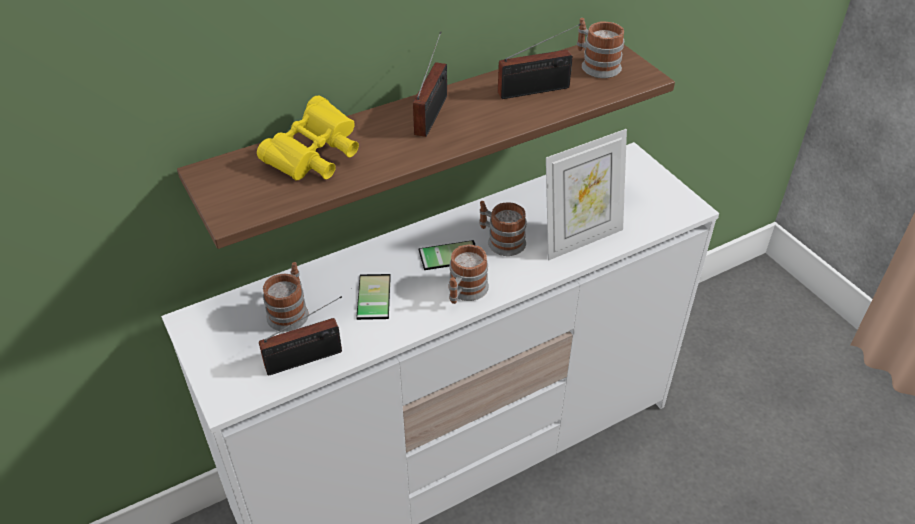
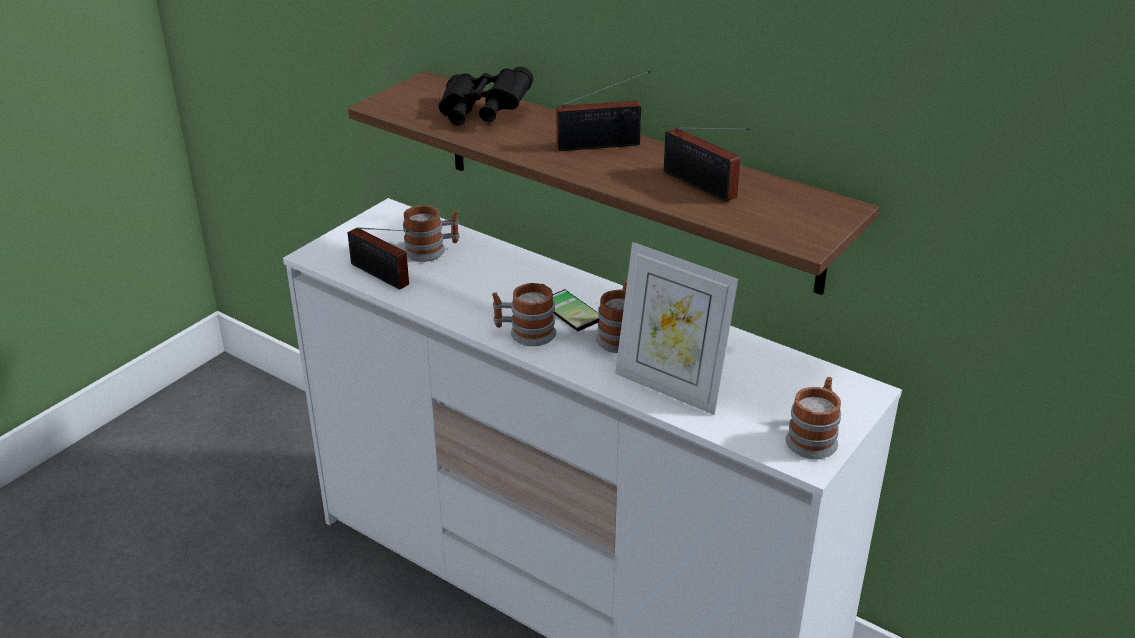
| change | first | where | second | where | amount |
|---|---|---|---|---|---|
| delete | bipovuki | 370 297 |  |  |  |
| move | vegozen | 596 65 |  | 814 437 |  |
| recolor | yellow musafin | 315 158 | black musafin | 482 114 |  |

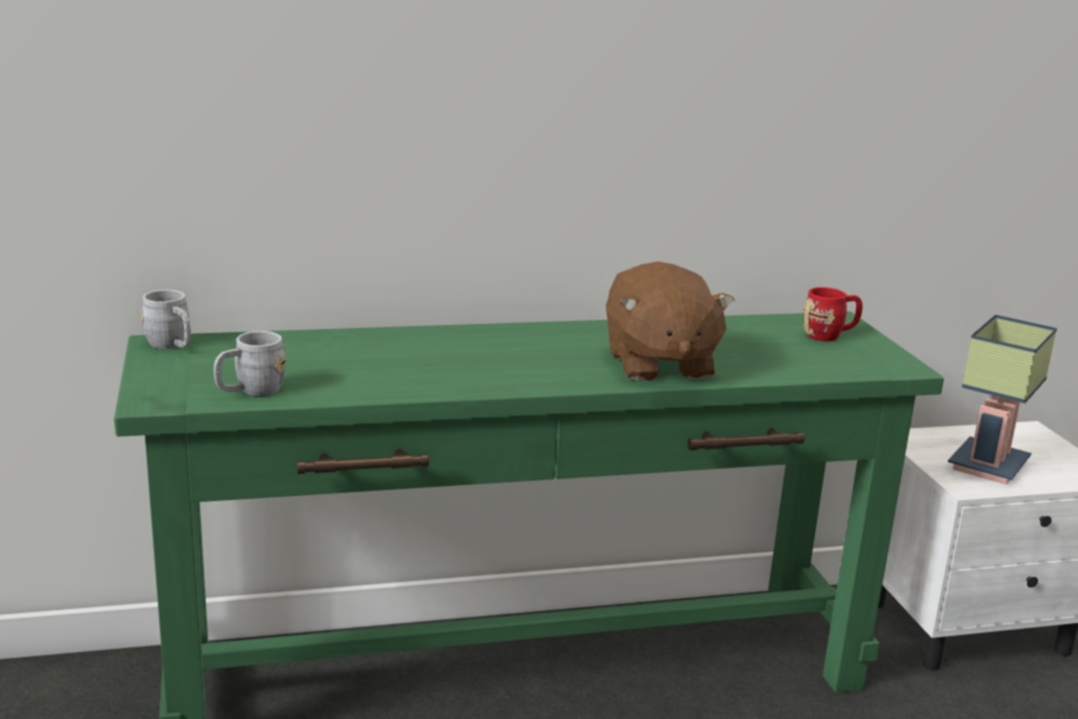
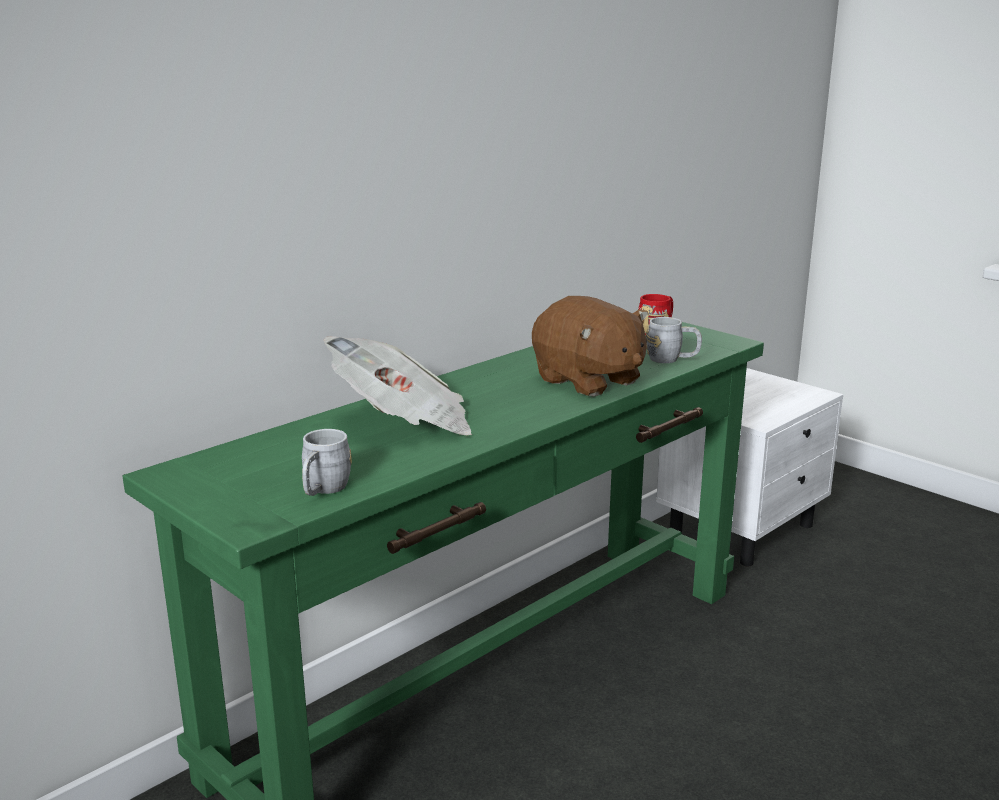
| change | first | where | second | where | amount |
|---|---|---|---|---|---|
| delete | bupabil | 991 468 |  |  |  |
| insert |  |  | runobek | 403 422 |  |
| move | grey vegozen | 172 346 |  | 672 359 |  |

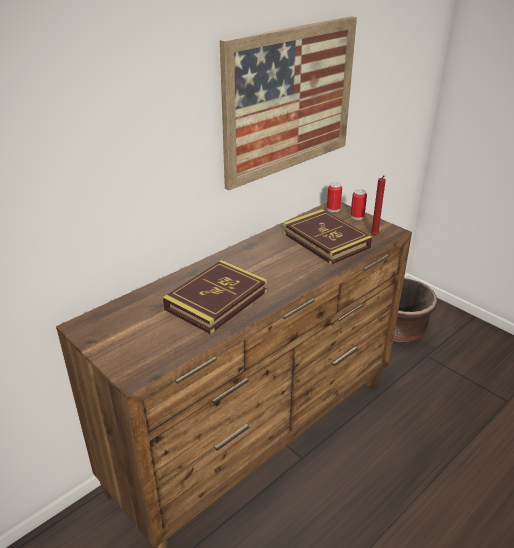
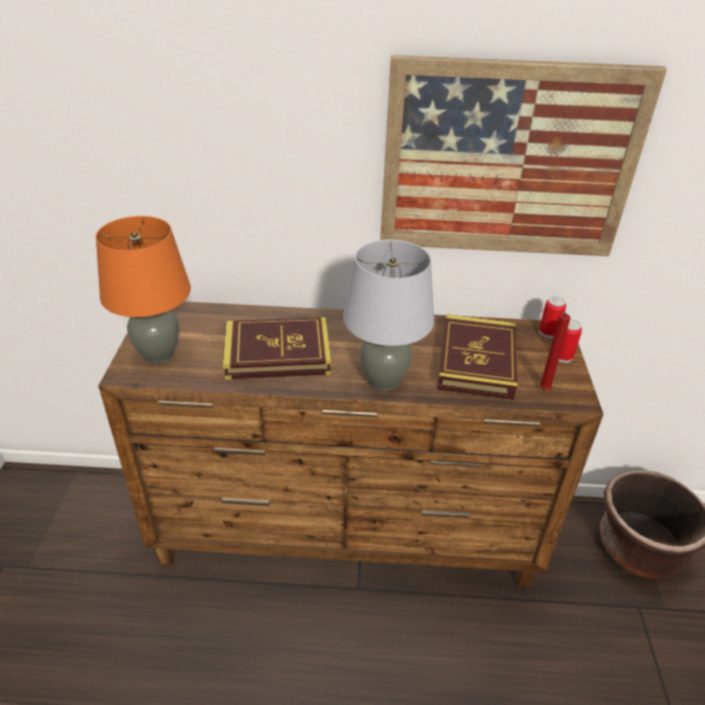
| change | first | where | second | where | amount |
|---|---|---|---|---|---|
| insert |  |  | orange bupabil | 158 354 |  |
| insert |  |  | grey bupabil | 384 380 |  |

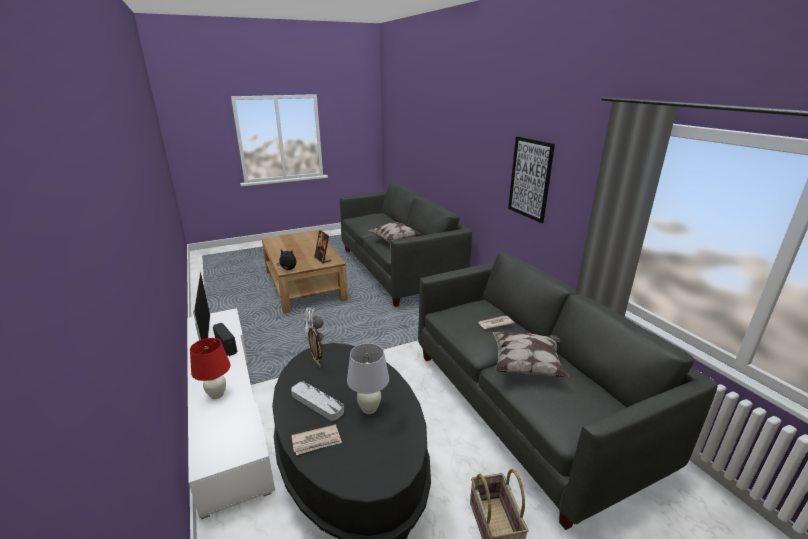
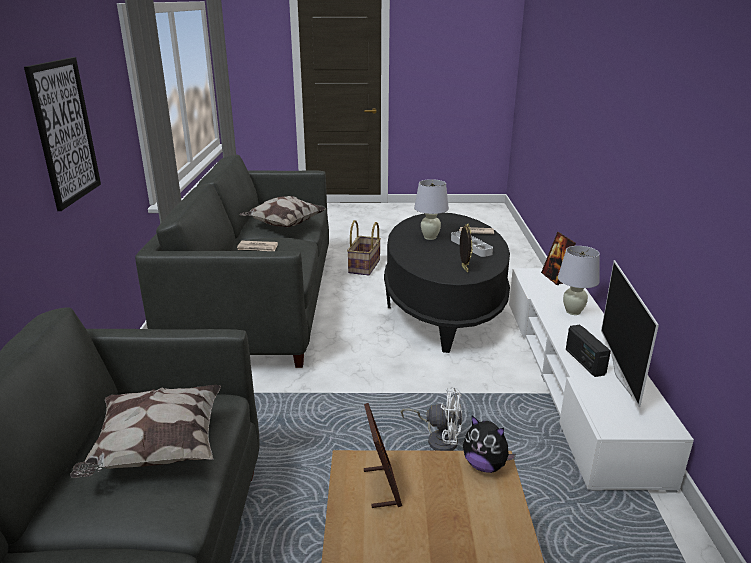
| change | first | where | second | where | amount |
|---|---|---|---|---|---|
| insert |  |  | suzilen | 555 278 |  |
| recolor | red bupabil | 217 394 | white bupabil | 573 312 |  |

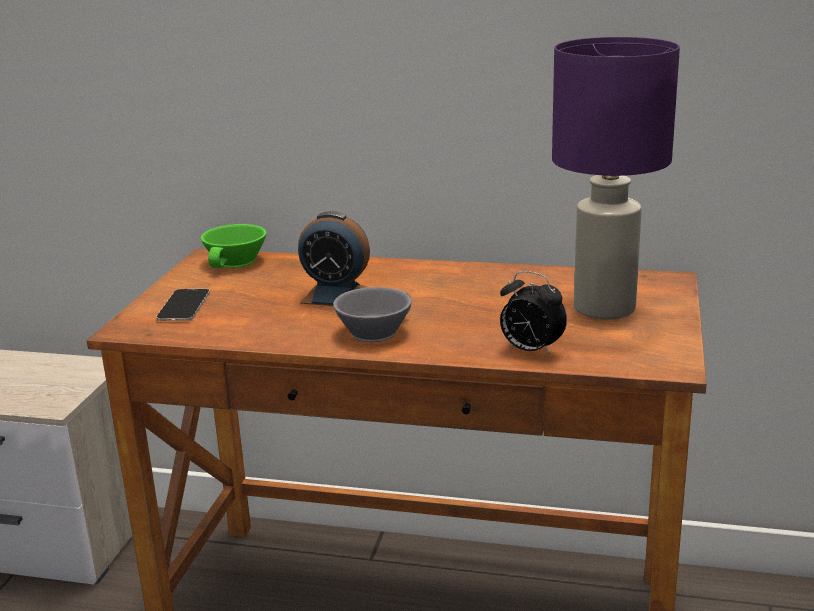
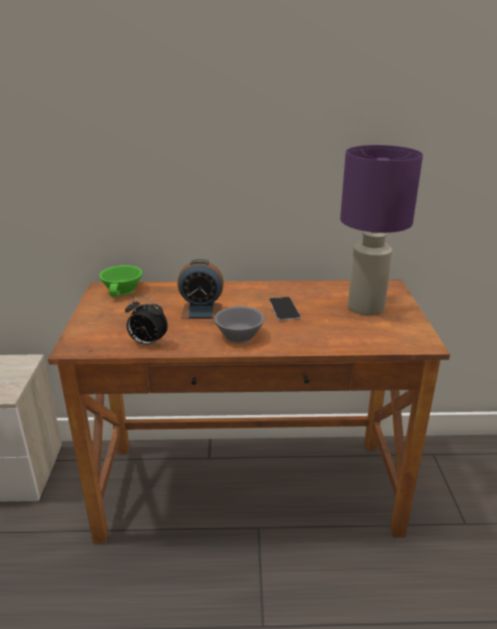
| change | first | where | second | where | amount |
|---|---|---|---|---|---|
| move | bipovuki | 184 306 |  | 284 309 |  |
| move | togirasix | 530 351 |  | 147 343 |  |

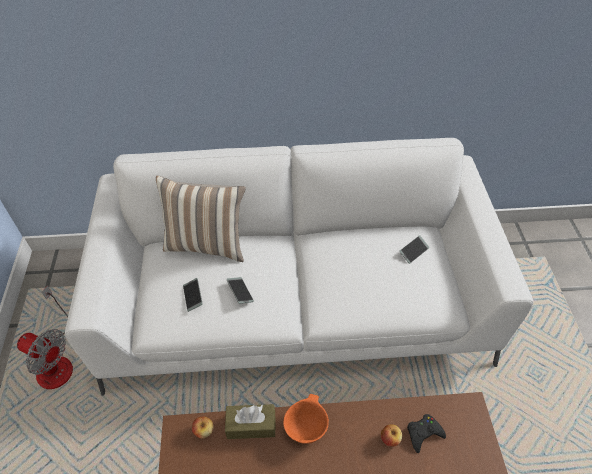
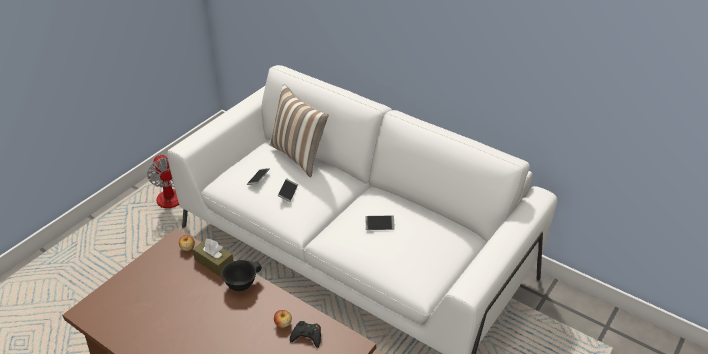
| change | first | where | second | where | amount |
|---|---|---|---|---|---|
| move | bipovuki | 413 251 |  | 379 225 |  |
| recolor | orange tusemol | 305 428 | black tusemol | 241 284 |  |

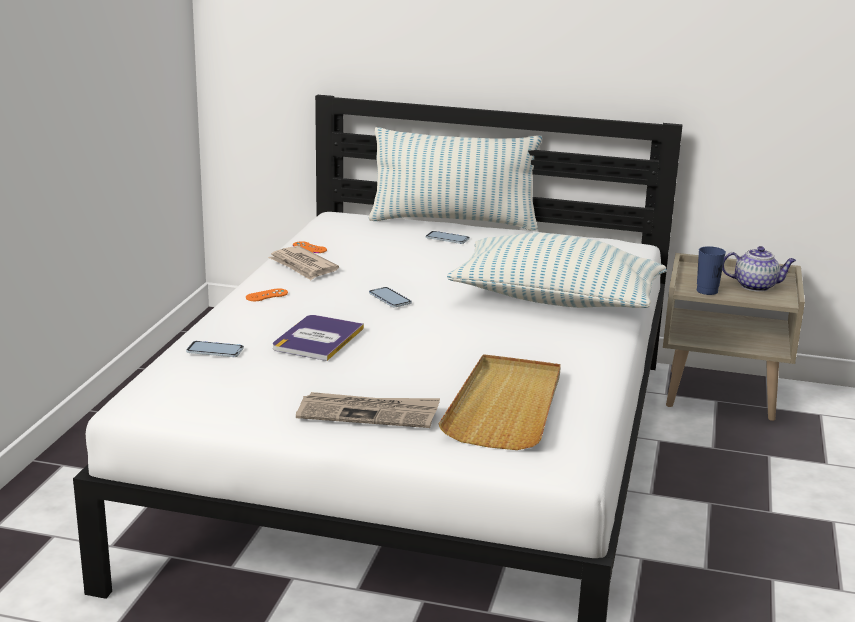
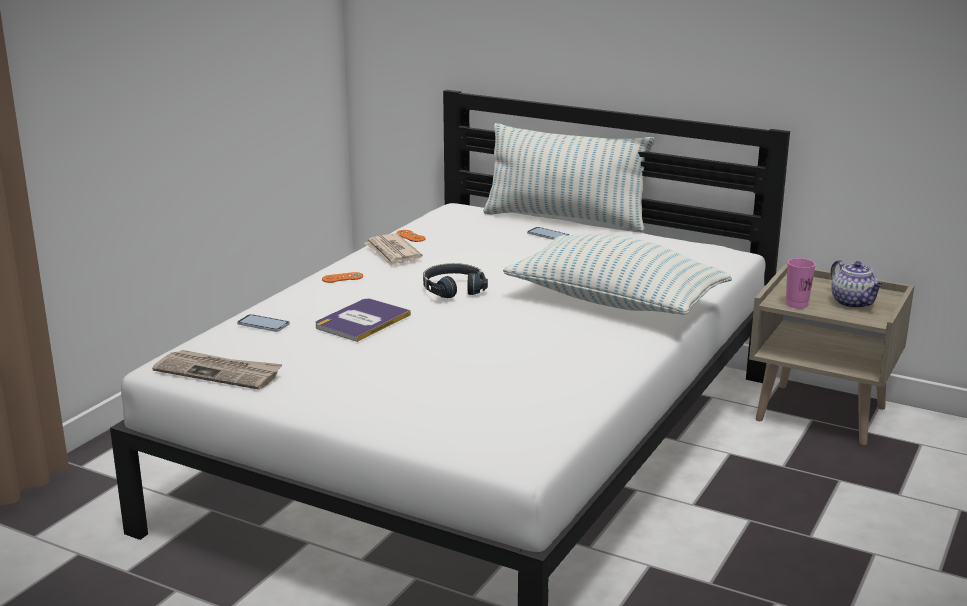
| change | first | where | second | where | amount |
|---|---|---|---|---|---|
| delete | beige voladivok | 505 406 |  |  |  |
| move | runobek | 369 413 |  | 219 372 |  |
| replace | bipovuki | 390 298 | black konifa | 453 288 |  |
| recolor | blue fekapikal | 707 291 | pink fekapikal | 797 304 |  |
| rotate | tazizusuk | 756 286 |  | 854 303 | 45 degrees clockwise |

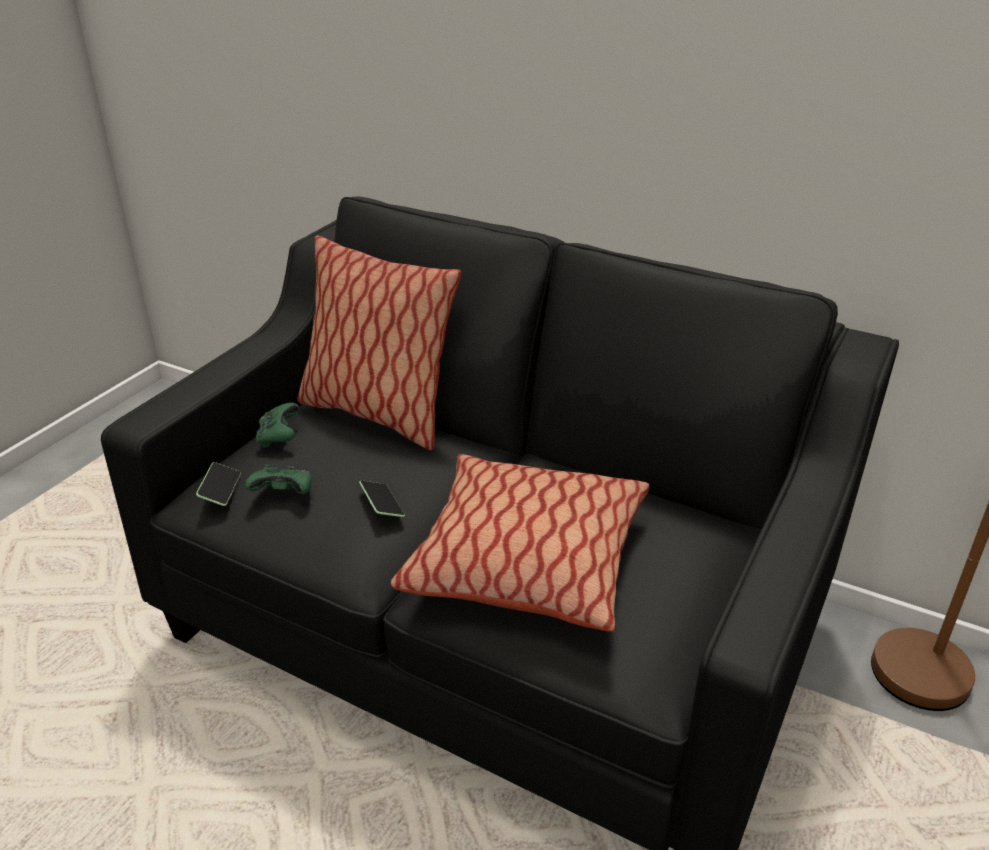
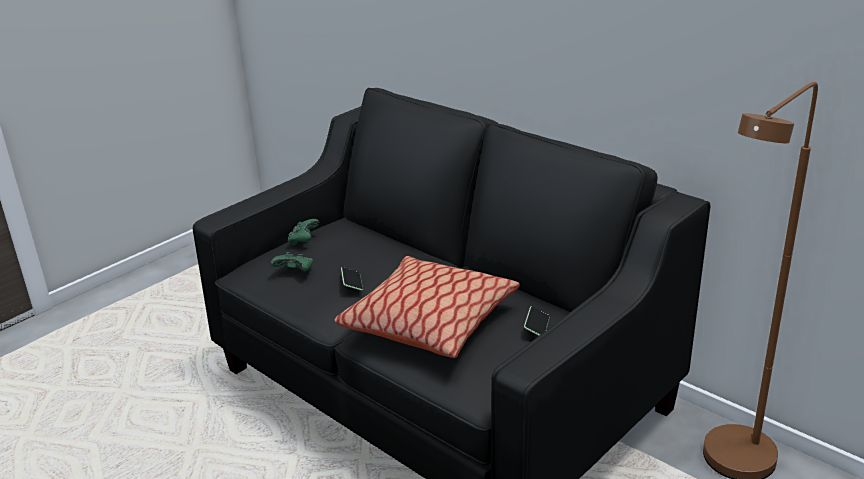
| change | first | where | second | where | amount |
|---|---|---|---|---|---|
| delete | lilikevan | 377 414 |  |  |  |
| move | bipovuki | 220 491 |  | 537 327 |  |

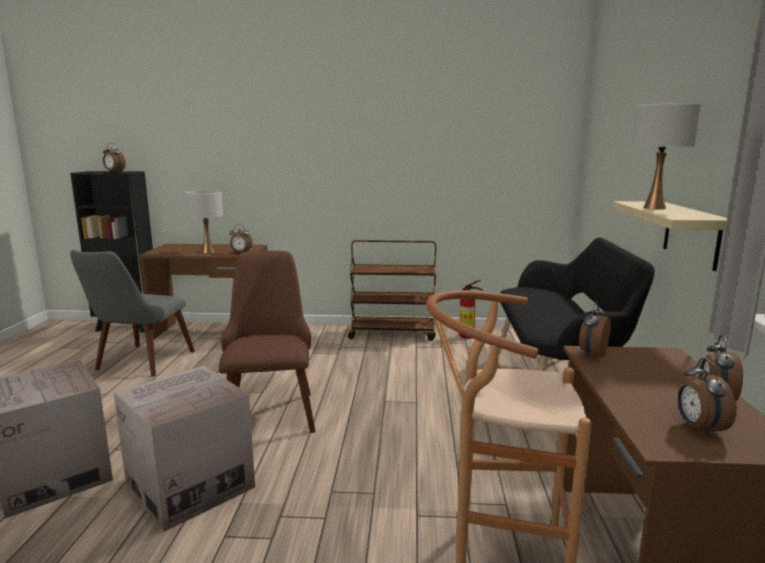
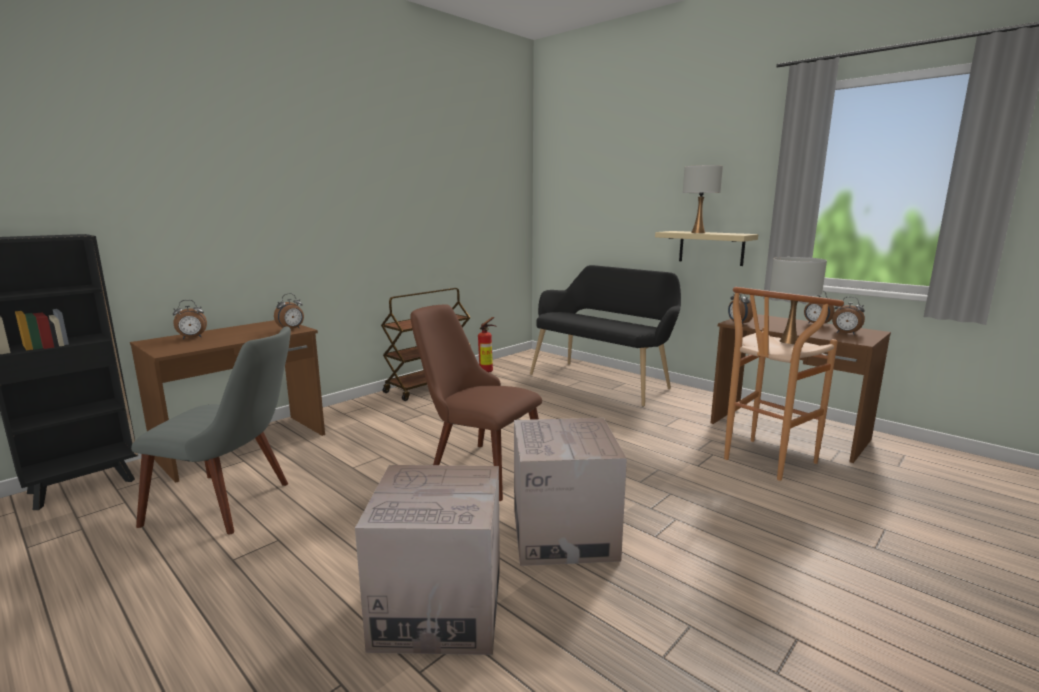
| change | first | where | second | where | amount |
|---|---|---|---|---|---|
| move | togirasix | 114 172 |  | 192 338 |  |
| move | white bupabil | 208 252 |  | 788 341 |  |
| rotate | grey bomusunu | 138 364 |  | 234 504 | 45 degrees counterclockwise |

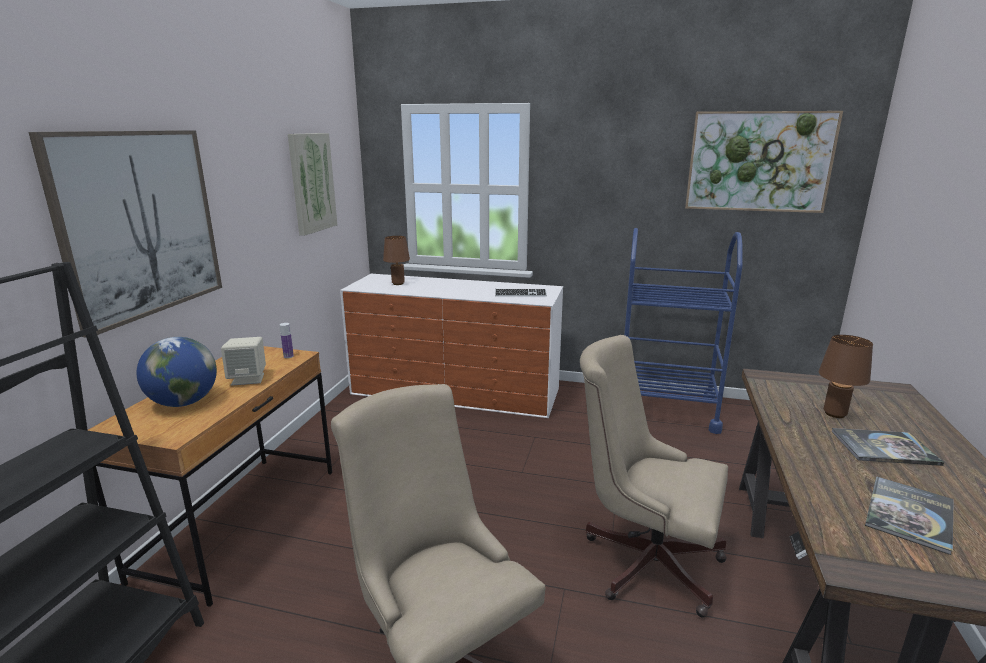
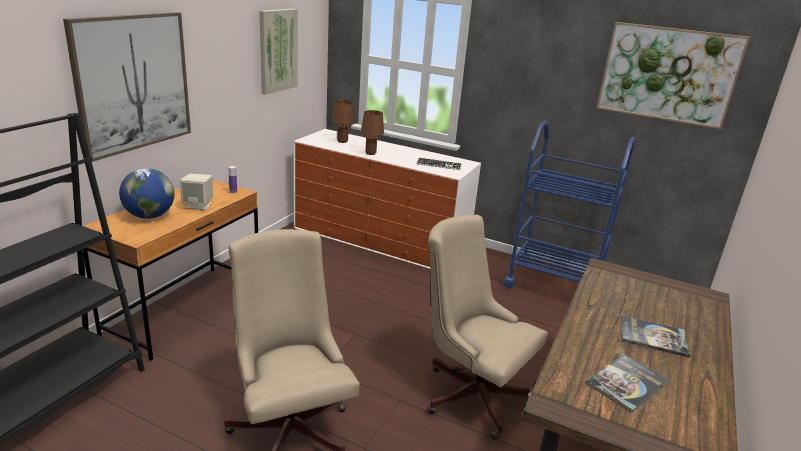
| change | first | where | second | where | amount |
|---|---|---|---|---|---|
| move | brown bupabil | 834 413 |  | 370 153 |  |

